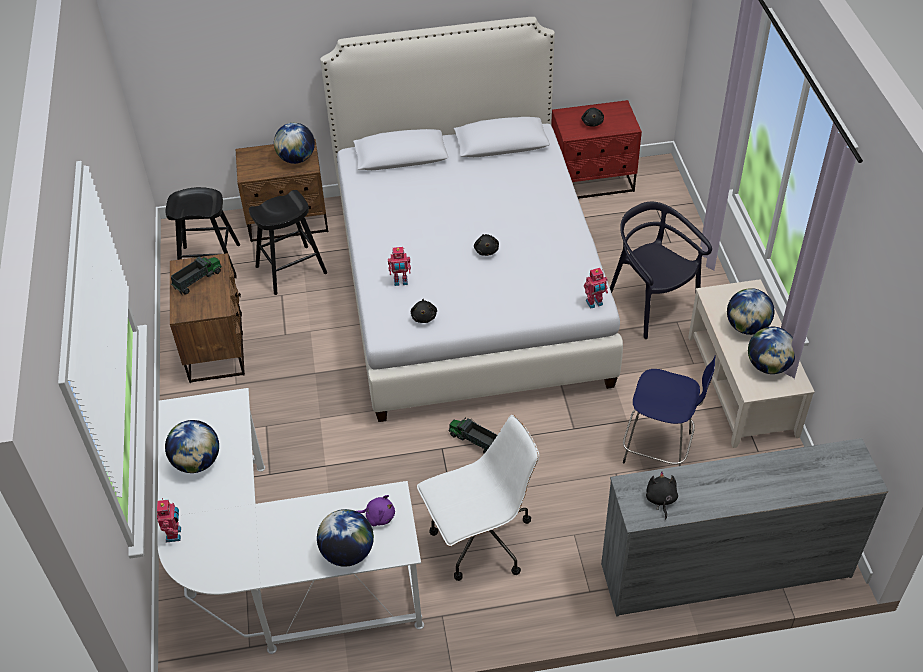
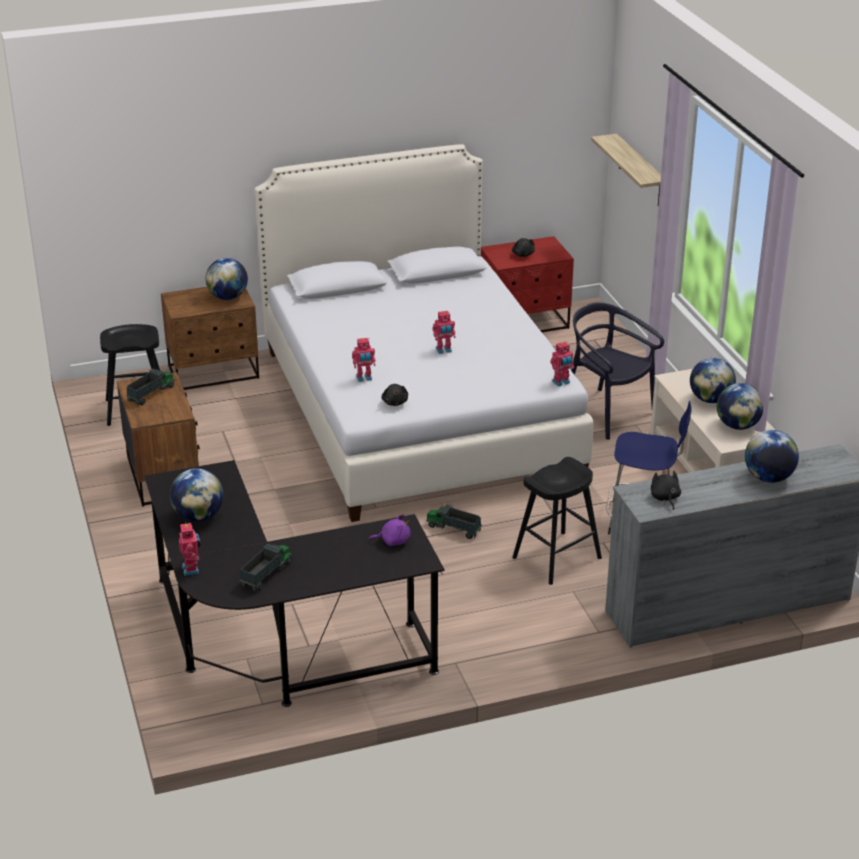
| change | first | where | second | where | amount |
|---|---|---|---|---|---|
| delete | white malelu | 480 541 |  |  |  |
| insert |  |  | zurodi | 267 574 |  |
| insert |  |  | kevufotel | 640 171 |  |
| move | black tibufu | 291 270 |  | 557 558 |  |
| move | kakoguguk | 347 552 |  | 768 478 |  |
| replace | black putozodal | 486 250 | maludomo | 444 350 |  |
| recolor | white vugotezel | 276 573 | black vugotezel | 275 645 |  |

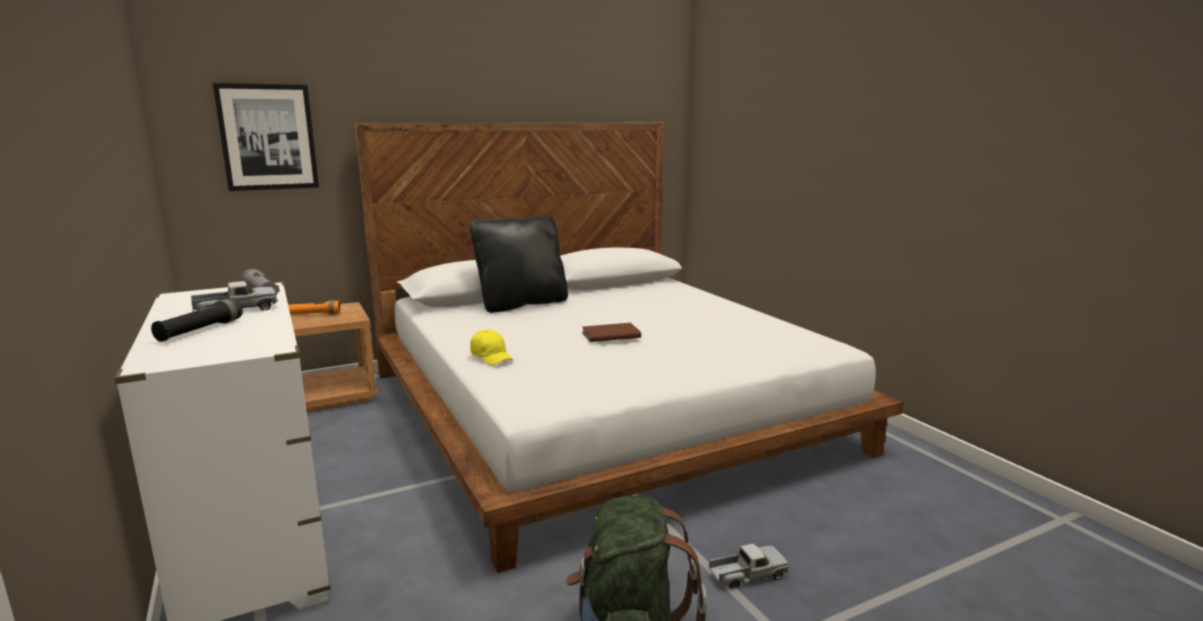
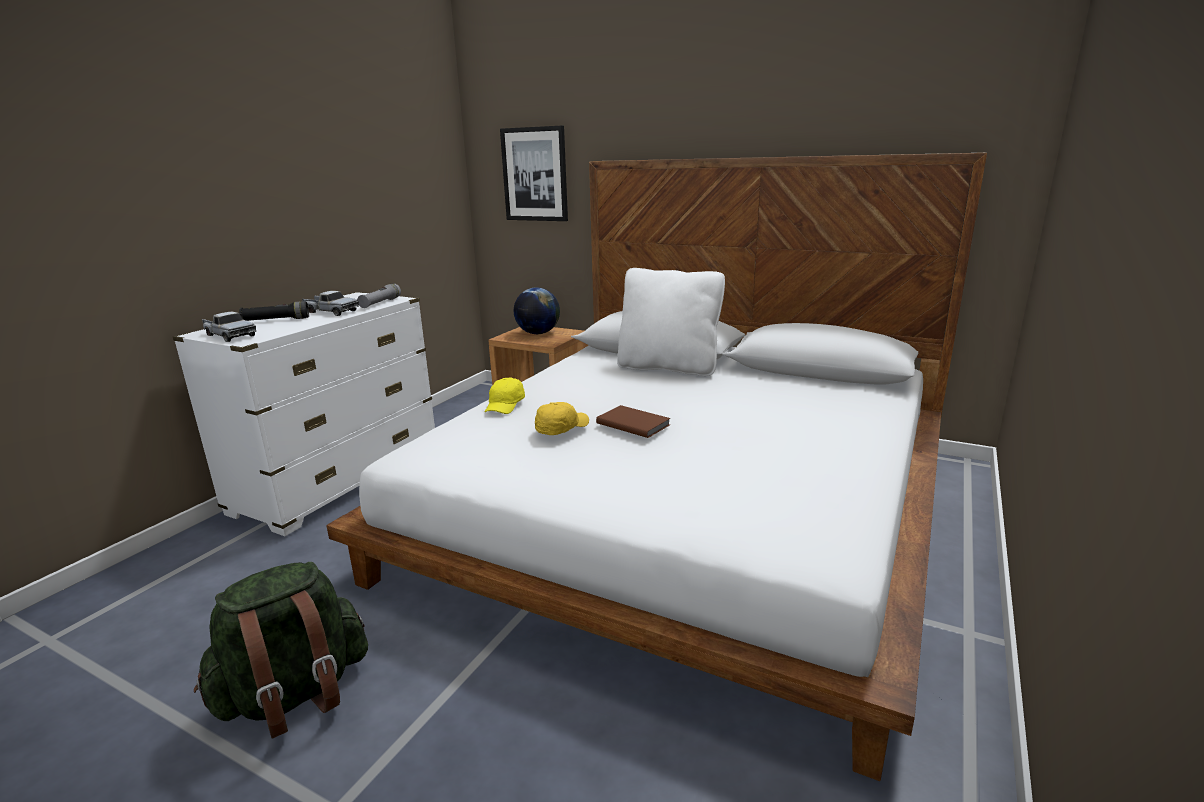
| change | first | where | second | where | amount |
|---|---|---|---|---|---|
| insert |  |  | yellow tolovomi | 561 428 |  |
| move | zurodi | 747 575 |  | 229 335 |  |
| replace | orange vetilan | 314 315 | kakoguguk | 538 333 |  |
| recolor | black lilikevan | 522 304 | white lilikevan | 668 367 |  |

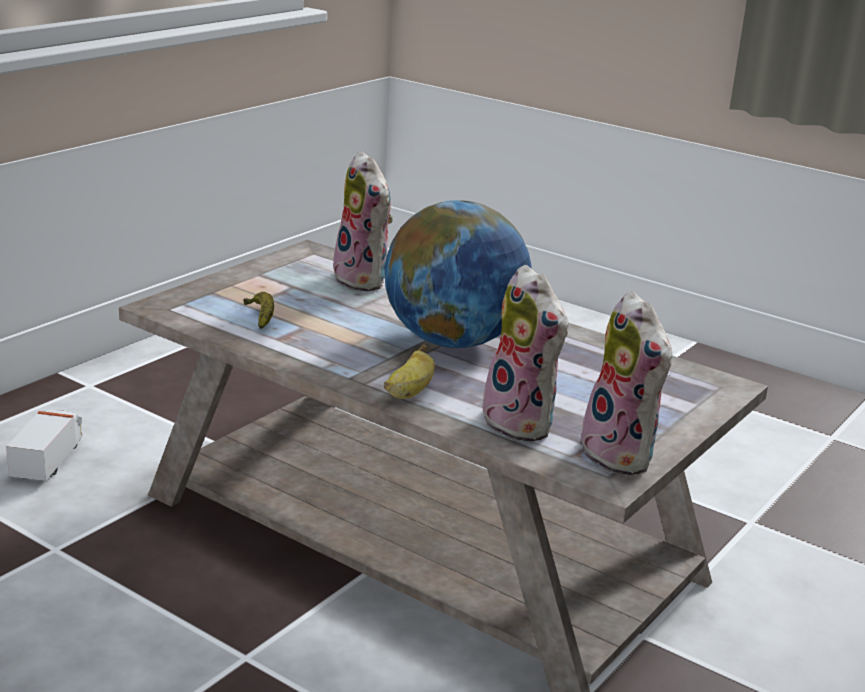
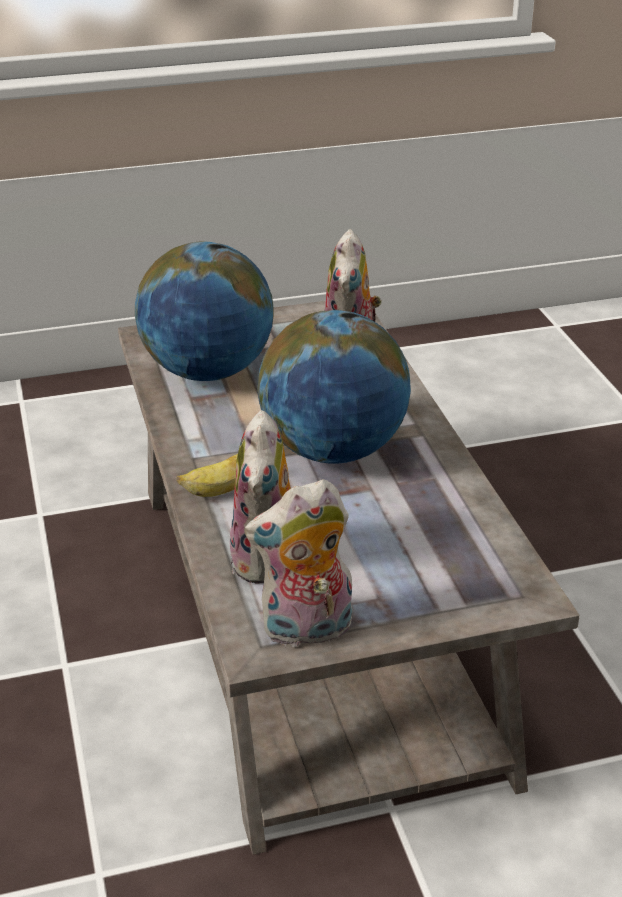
| change | first | where | second | where | amount |
|---|---|---|---|---|---|
| delete | zurodi | 49 460 |  |  |  |
| replace | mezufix | 260 317 | kakoguguk | 207 371 |  |
| rotate | putozodal | 623 455 |  | 306 631 | 60 degrees clockwise |

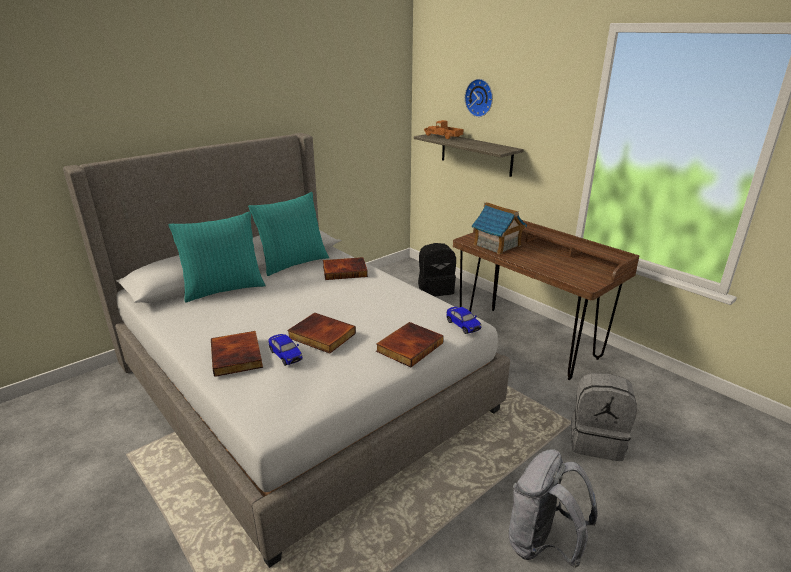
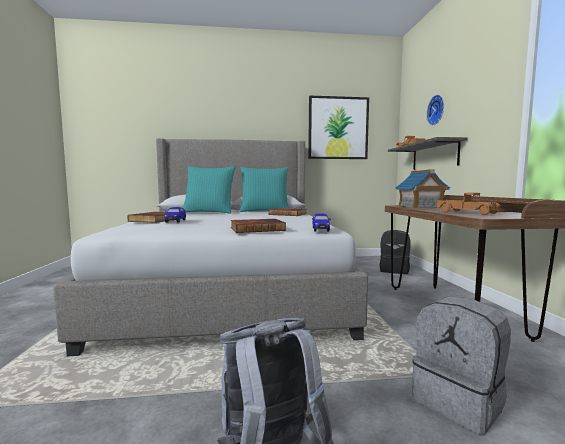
| change | first | where | second | where | amount |
|---|---|---|---|---|---|
| delete | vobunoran | 321 336 |  |  |  |
| insert |  |  | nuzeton | 338 128 |  |
| insert |  |  | zurodi | 467 212 |  |

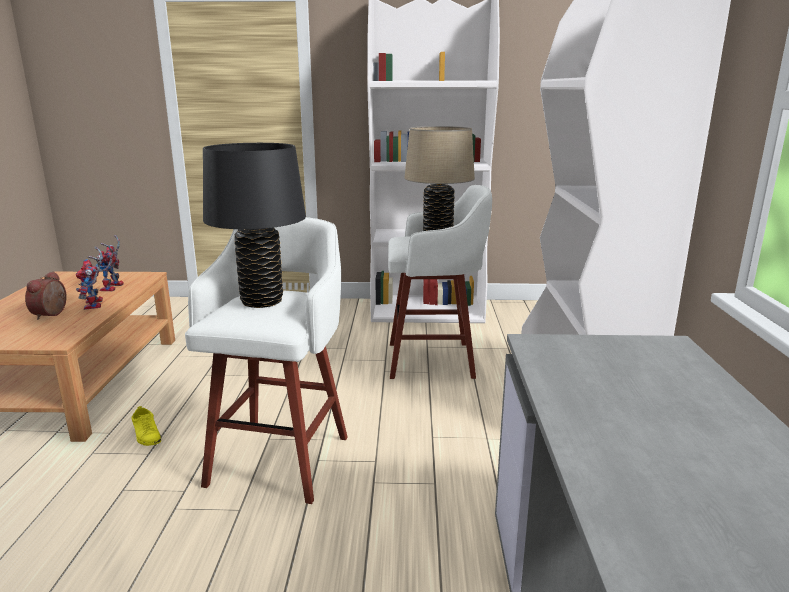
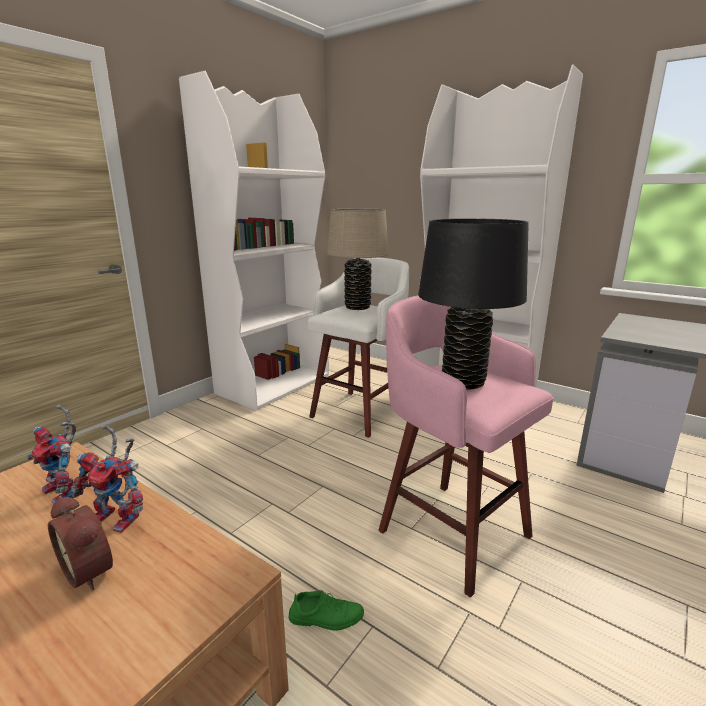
| change | first | where | second | where | amount |
|---|---|---|---|---|---|
| recolor | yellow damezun | 147 434 | green damezun | 326 617 |  |
| recolor | white tibufu | 281 457 | pink tibufu | 450 530 |  |

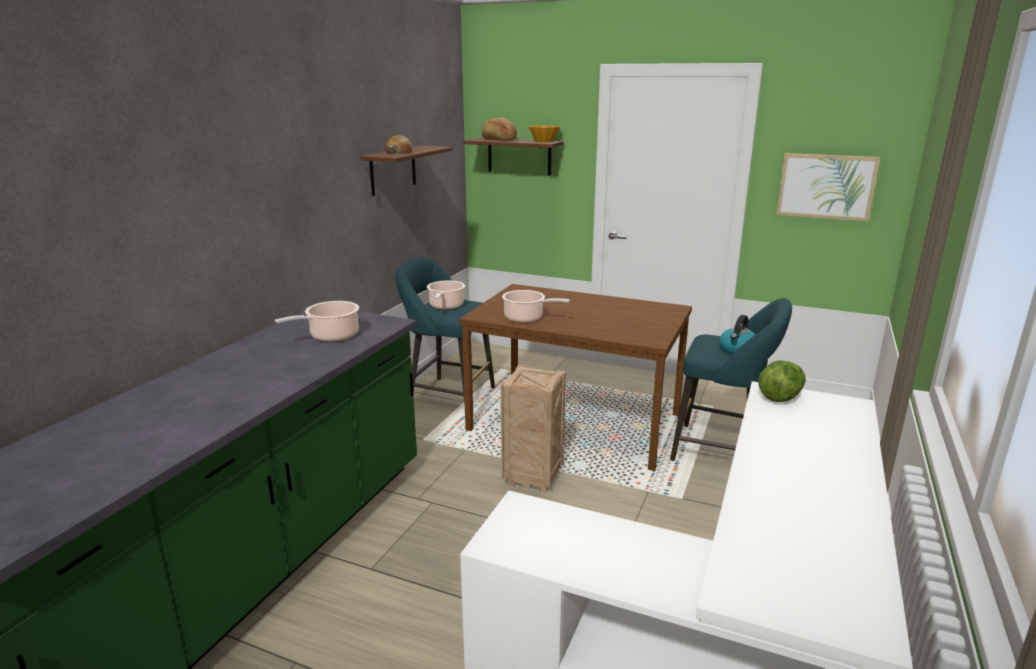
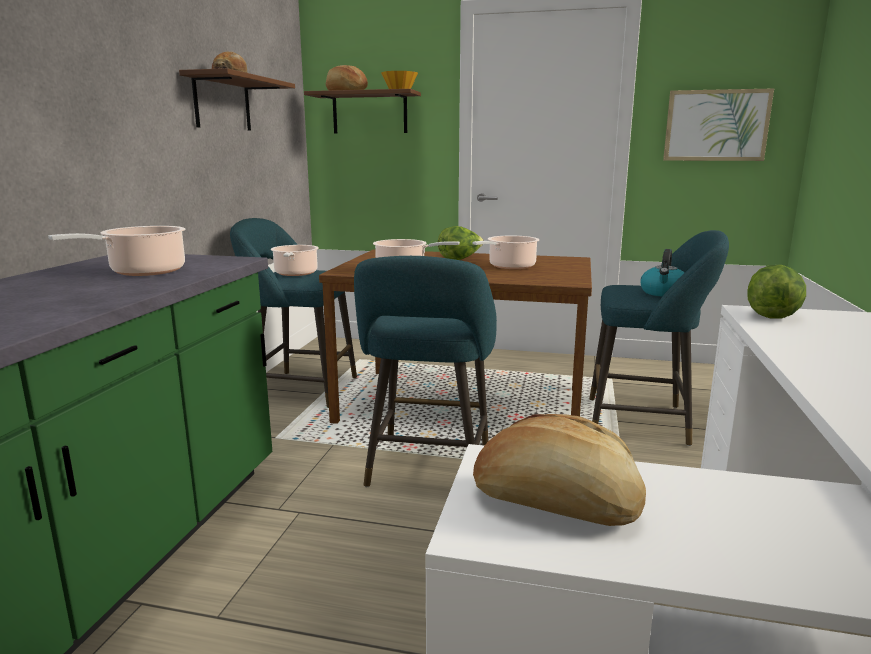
| change | first | where | second | where | amount |
|---|---|---|---|---|---|
| insert |  |  | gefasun | 460 259 |  |
| insert |  |  | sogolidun | 509 266 |  |
| insert |  |  | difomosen | 555 504 |  |
| replace | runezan | 531 477 | turquoise tibufu | 428 469 |  |

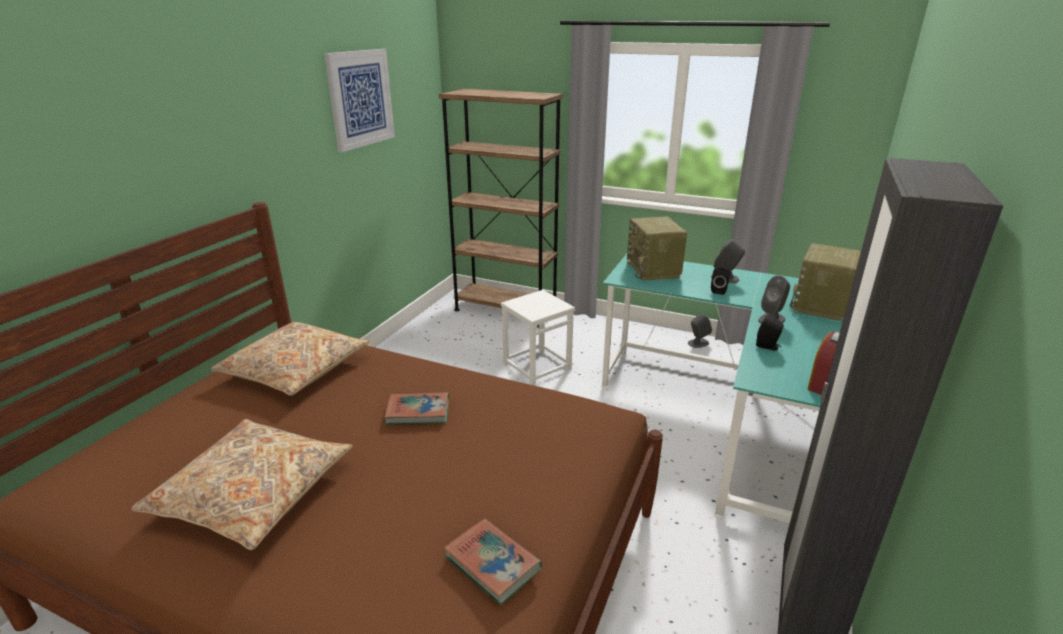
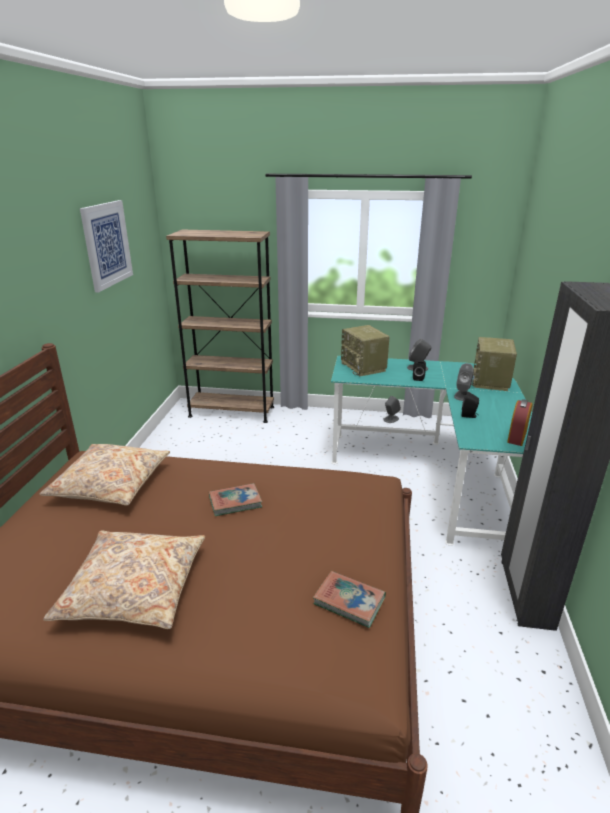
| change | first | where | second | where | amount |
|---|---|---|---|---|---|
| delete | white tibufu | 537 366 |  |  |  |

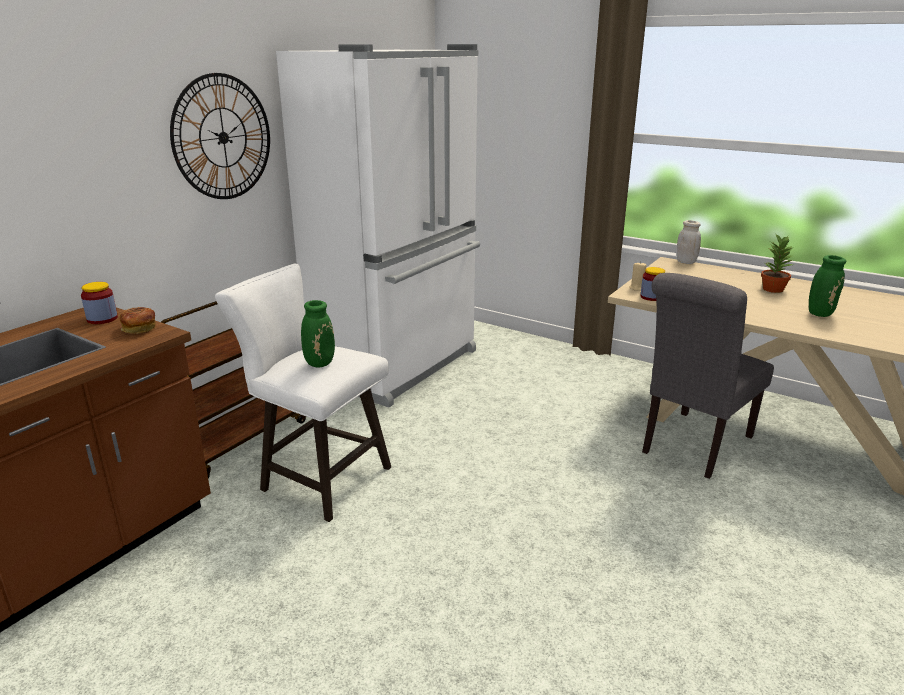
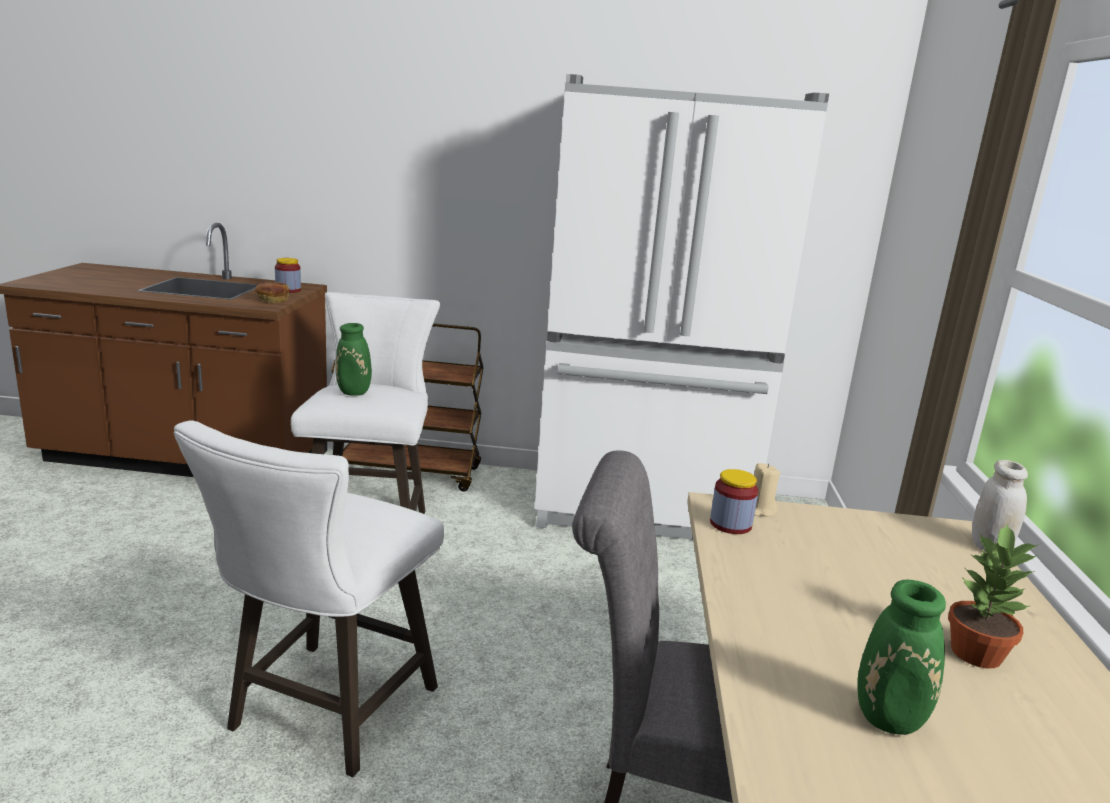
| change | first | where | second | where | amount |
|---|---|---|---|---|---|
| delete | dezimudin | 223 137 |  |  |  |
| insert |  |  | white tibufu | 324 715 |  |

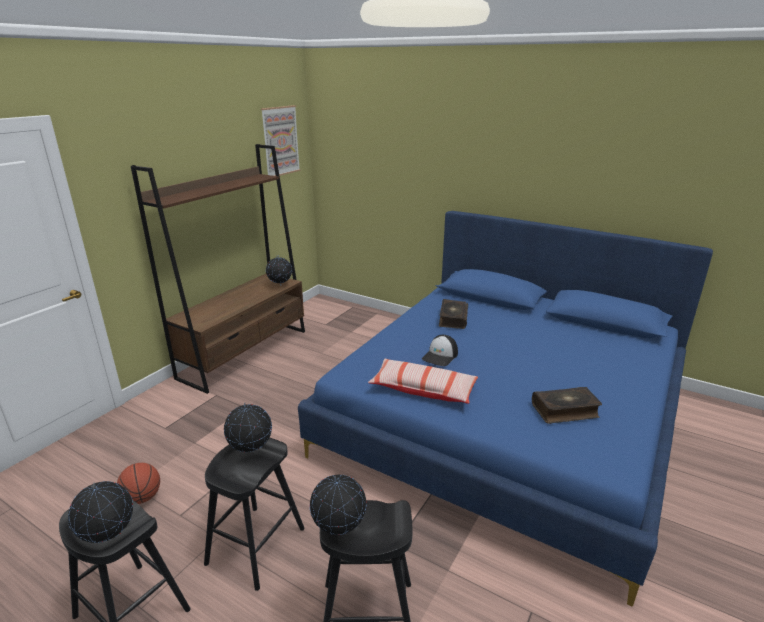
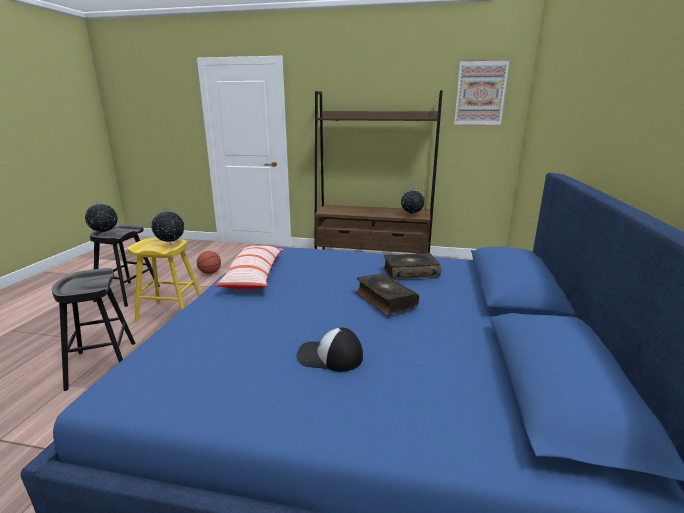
| change | first | where | second | where | amount |
|---|---|---|---|---|---|
| delete | kakoguguk | 339 530 |  |  |  |
| move | tolovomi | 440 356 |  | 329 356 |  |
| move | vobunoran | 565 411 |  | 384 300 |  |
| recolor | black tibufu | 256 546 | yellow tibufu | 171 312 |  |

